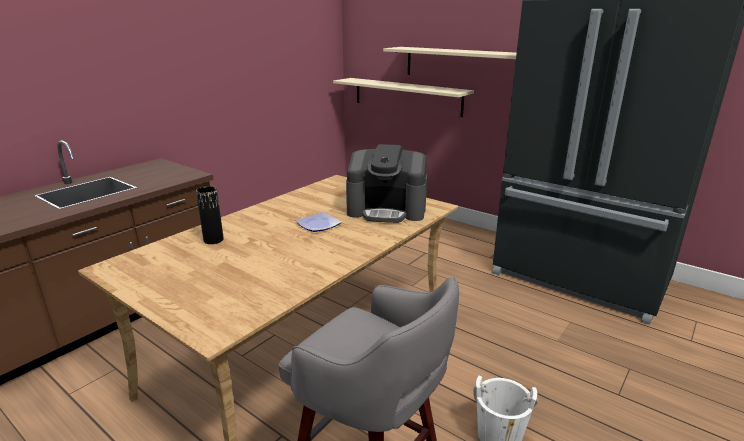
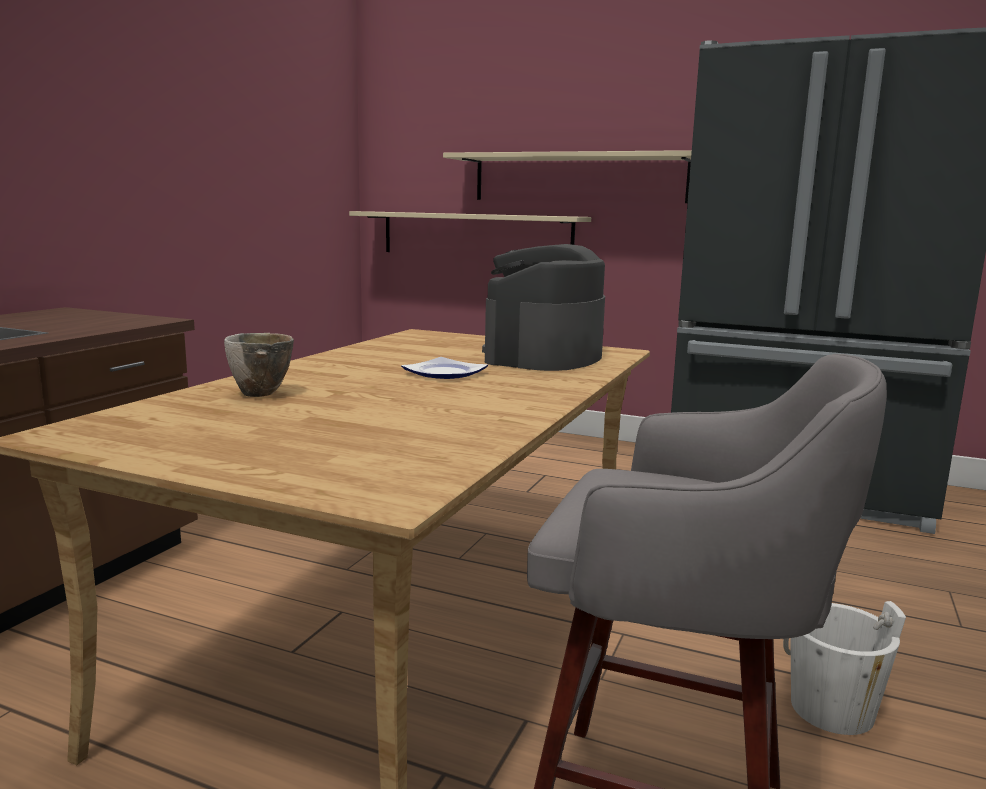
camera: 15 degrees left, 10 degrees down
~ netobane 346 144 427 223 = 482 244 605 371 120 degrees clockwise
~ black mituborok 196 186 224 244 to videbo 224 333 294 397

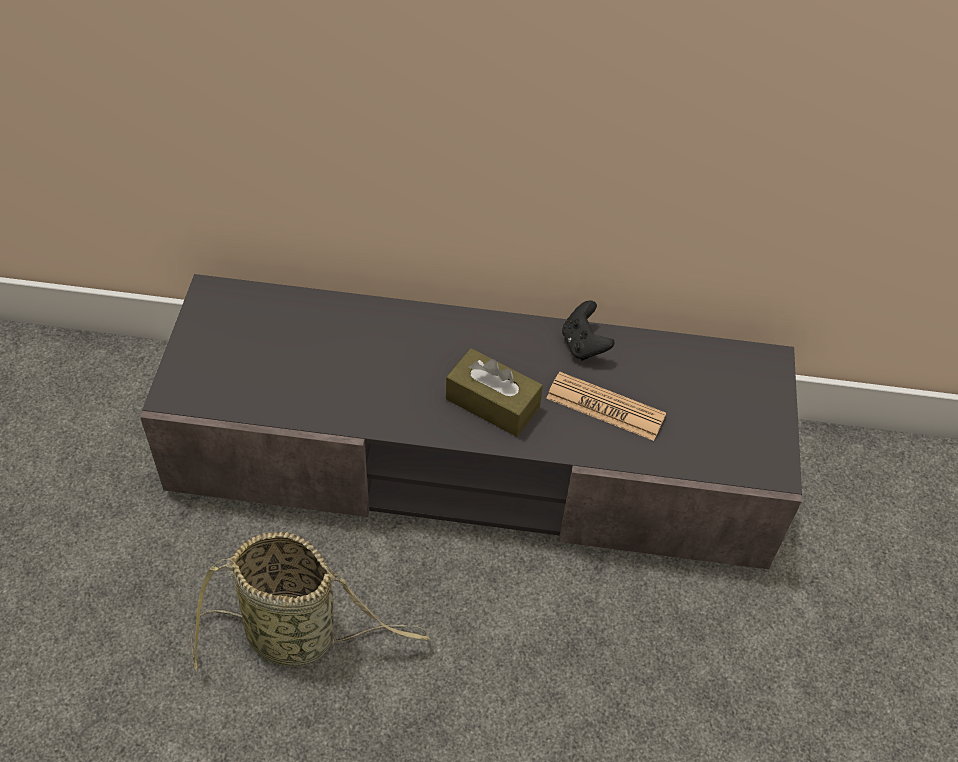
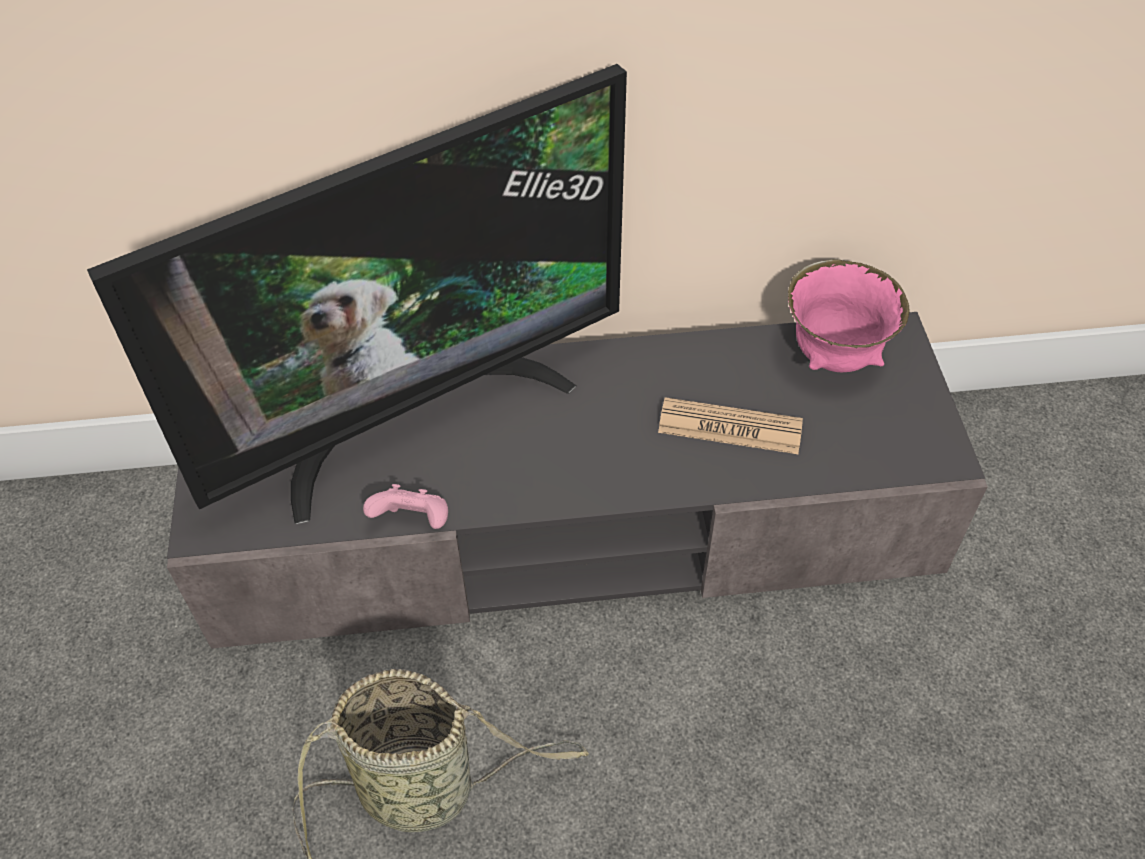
camera: 10 degrees left, 0 degrees up
- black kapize 562 300 615 361
- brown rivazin 446 348 543 437
+ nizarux 87 64 627 524
+ pink videbo 788 259 909 372
+ pink kapize 363 484 448 529

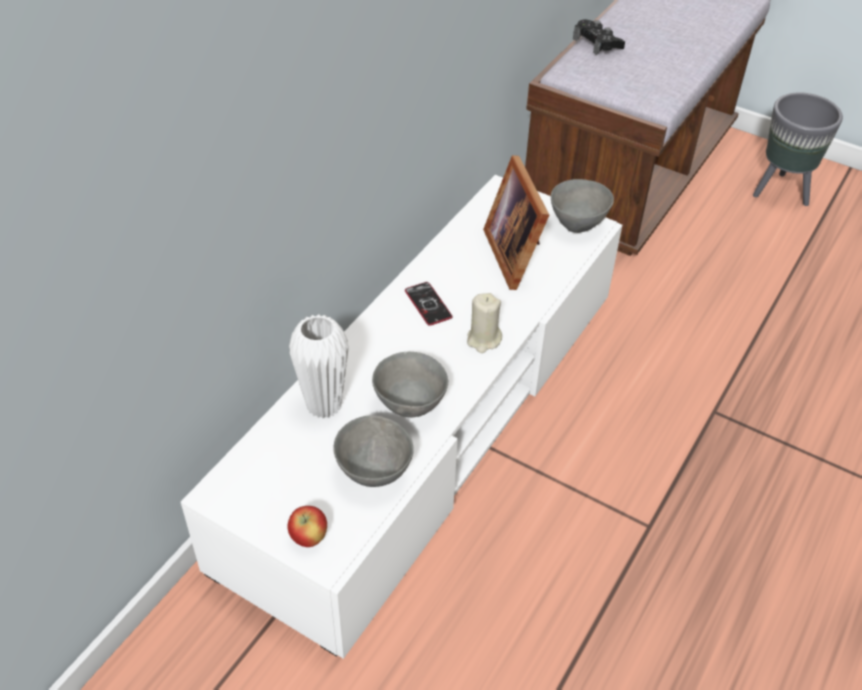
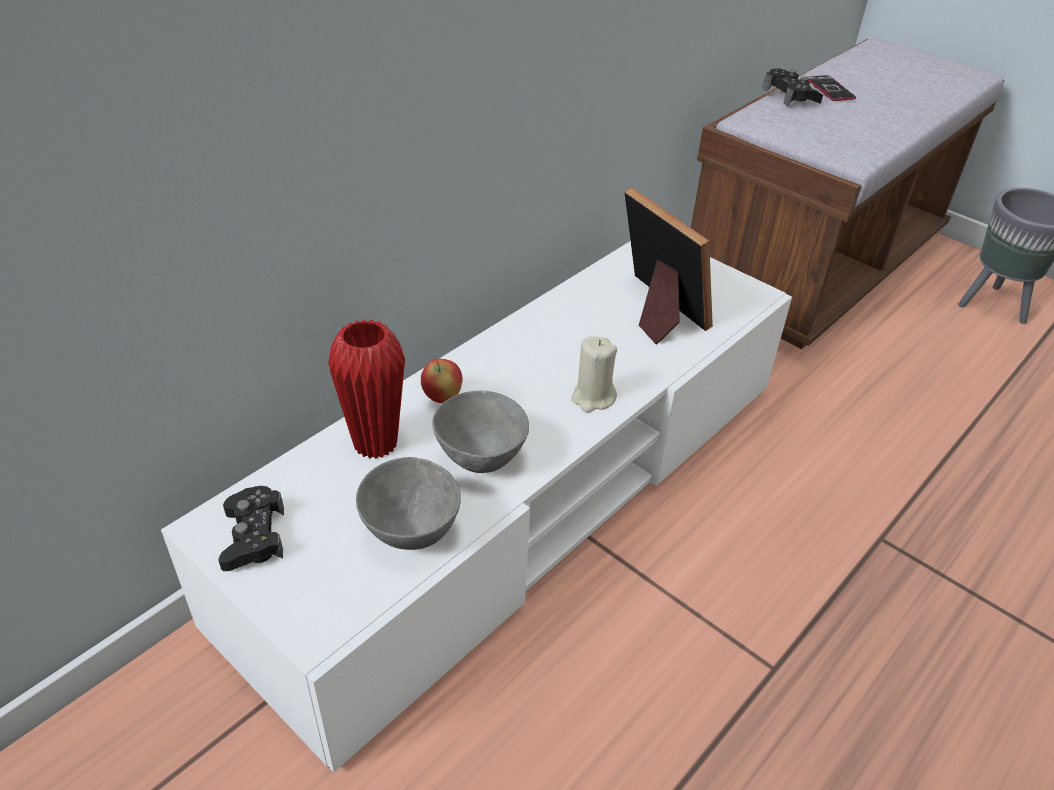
camera: 10 degrees right, 5 degrees down
~ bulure 483 155 549 290 = 624 187 713 345 150 degrees clockwise
- grey videbo 551 179 614 233
~ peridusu 405 282 452 326 to 807 75 856 101
~ white mituborok 289 314 349 418 to red mituborok 328 319 405 459
~ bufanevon 287 506 327 547 to 421 359 463 403
+ black kapize 218 486 284 571

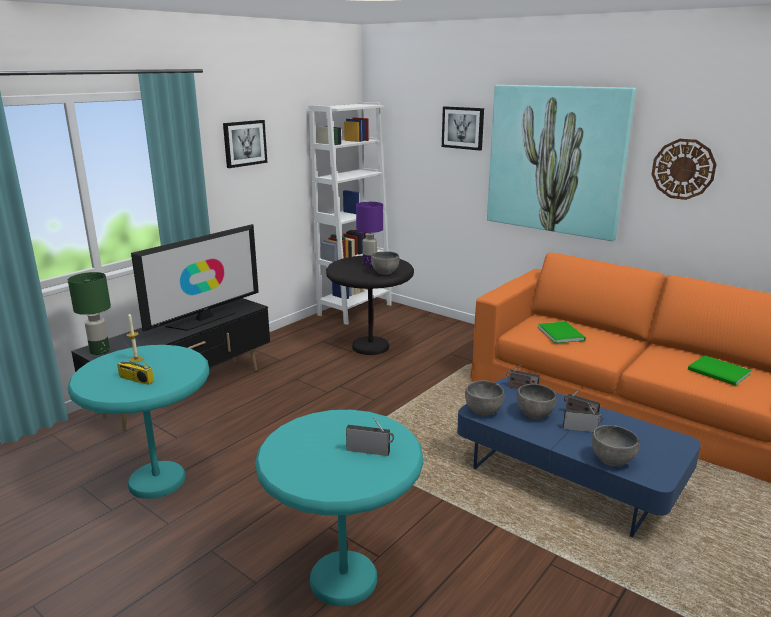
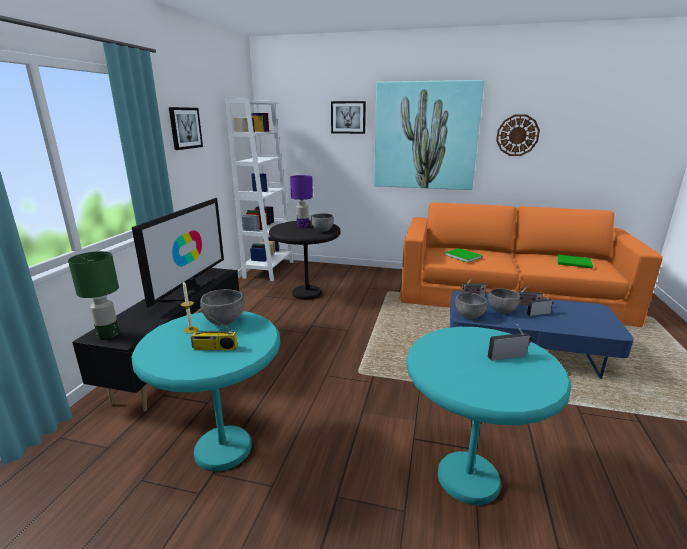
camera: 25 degrees left, 0 degrees up
~ grey videbo 592 425 640 466 to 200 289 245 326

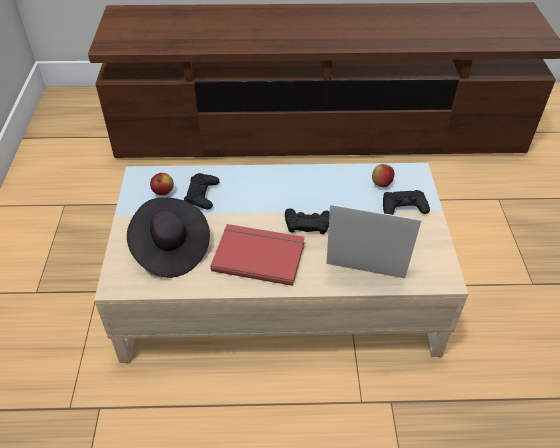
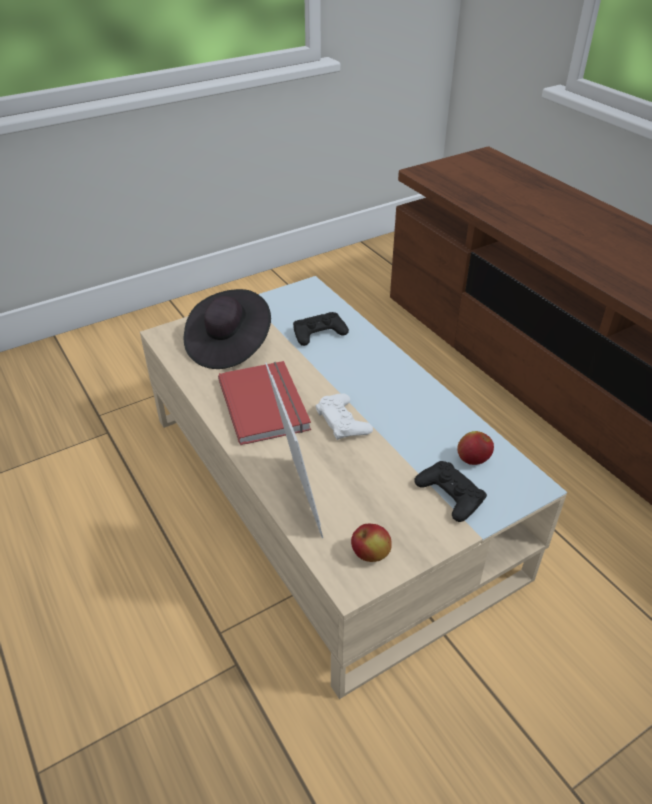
camera: 60 degrees right, 5 degrees down
~ bufanevon 150 173 174 196 to 351 524 392 562
~ black kapize 285 208 330 234 to white kapize 315 394 373 440

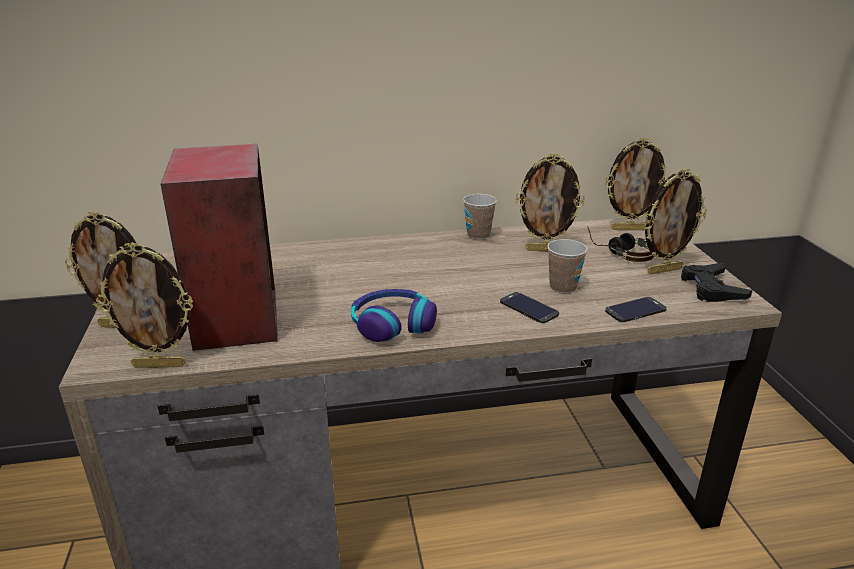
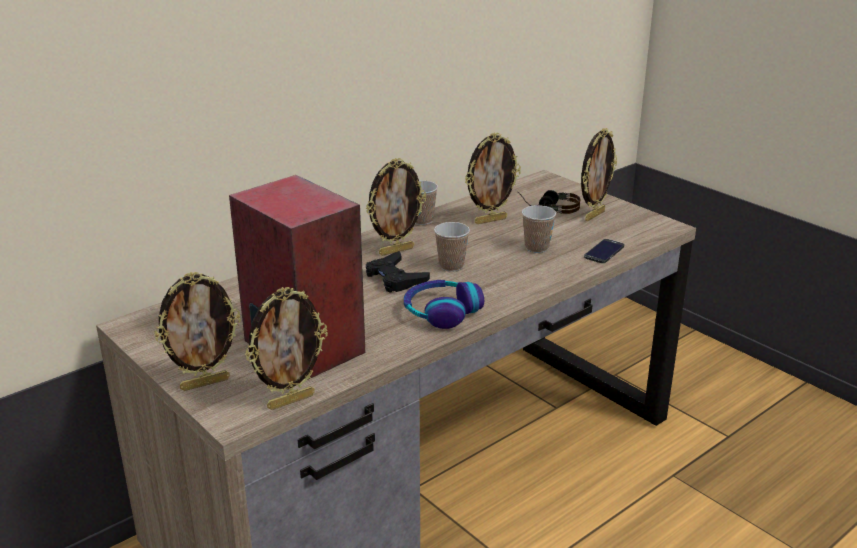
camera: 30 degrees left, 0 degrees up
~ bulure 605 137 669 230 to 366 158 426 256
~ black kapize 681 263 752 302 to 366 251 430 293
- peridusu 500 292 559 323
+ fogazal 434 222 470 272

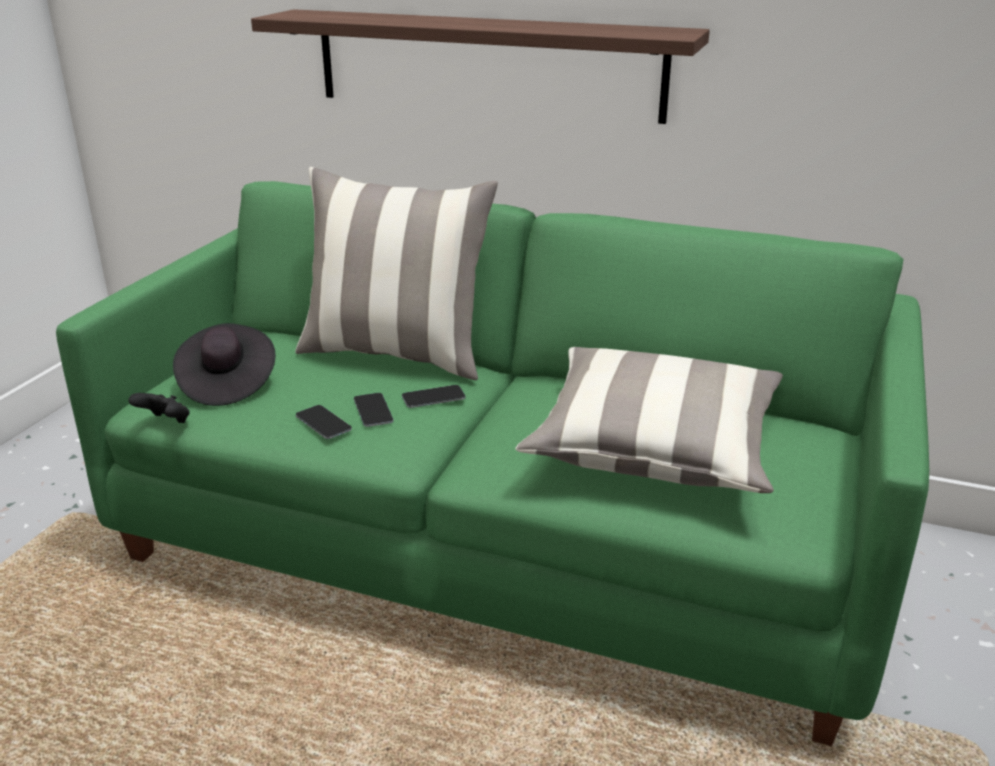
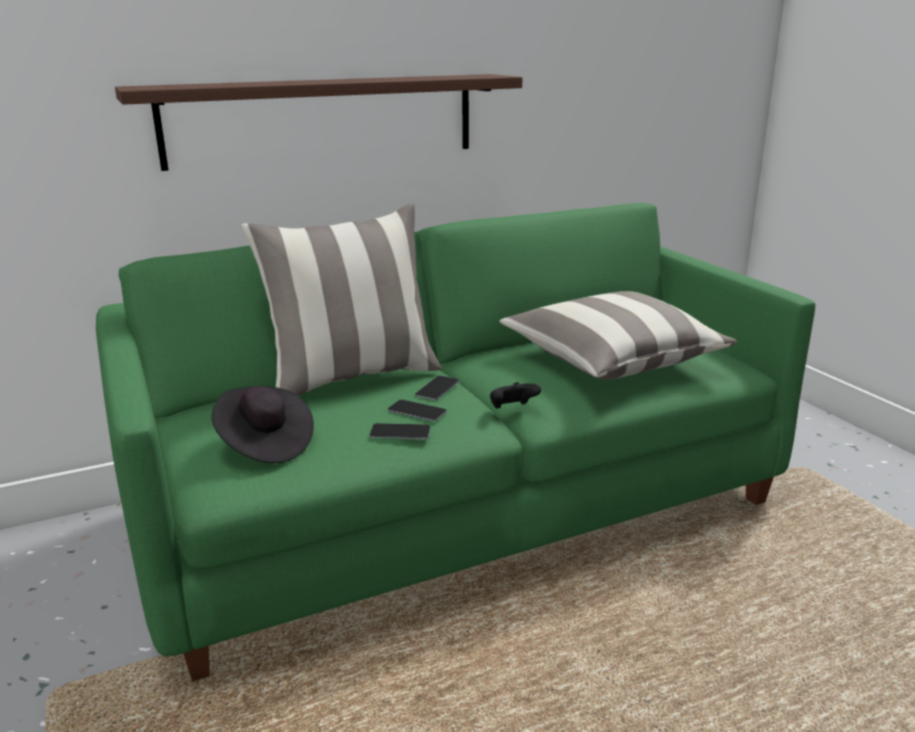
camera: 45 degrees left, 5 degrees down
~ black kapize 128 393 189 423 to 490 382 541 408

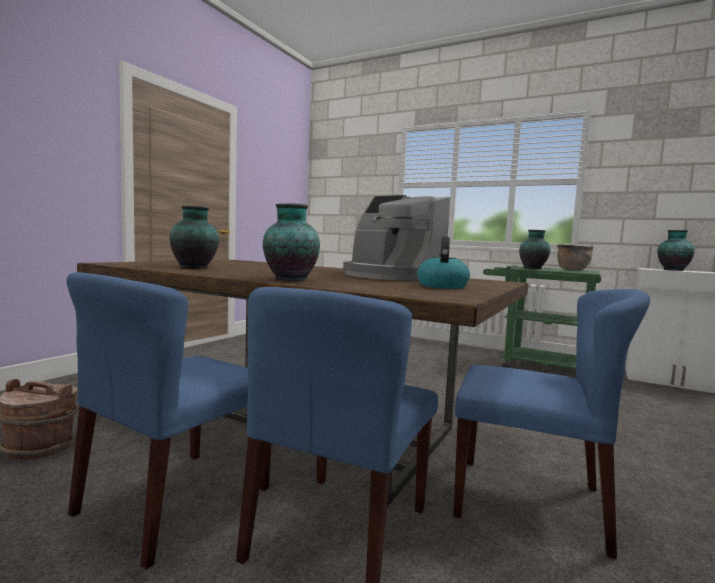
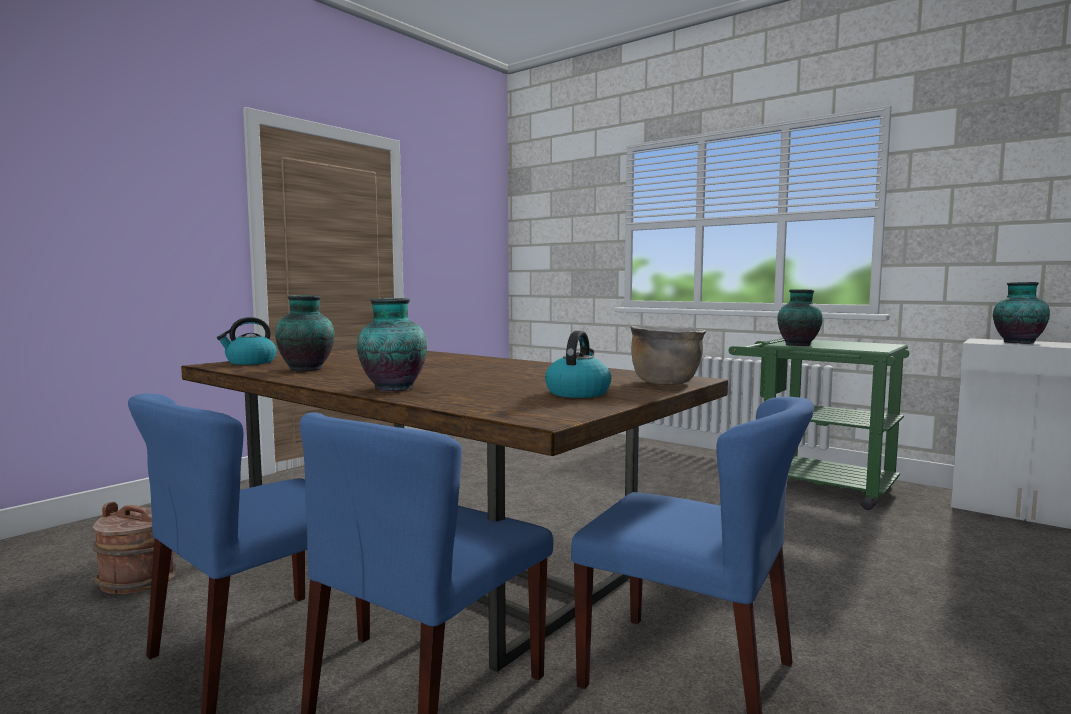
camera: 10 degrees right, 0 degrees up
- netobane 343 195 450 281
~ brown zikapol 557 244 593 270 to 631 326 706 385
+ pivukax 217 317 277 365

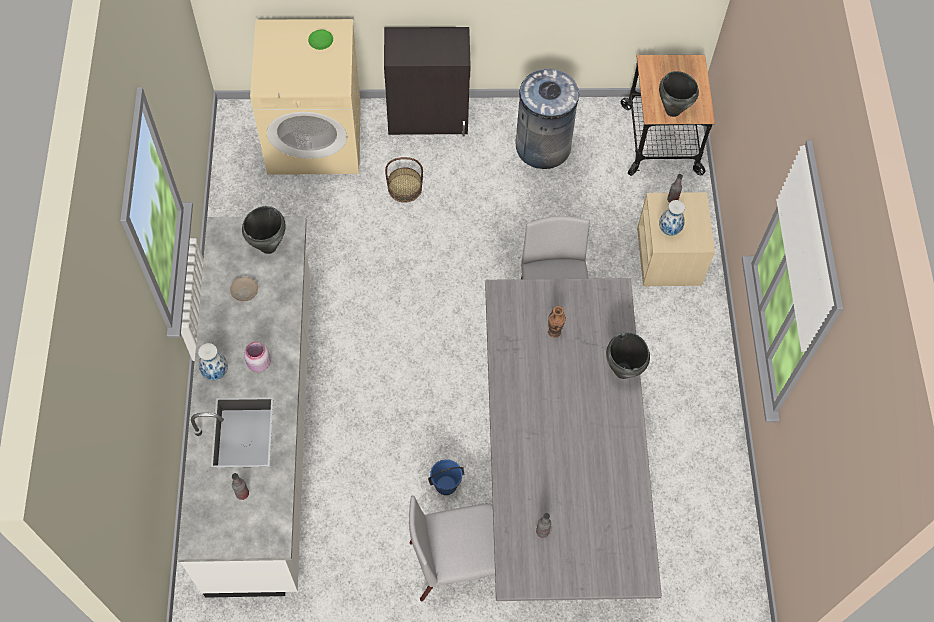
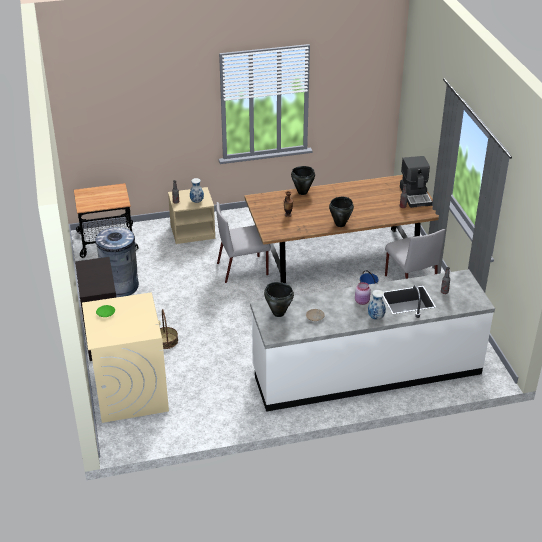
camera: 100 degrees left, 25 degrees down
~ black zikapol 659 71 699 117 to 329 197 354 227
~ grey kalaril 485 278 662 601 to brown kalaril 244 175 439 284
+ netobane 400 156 432 208

